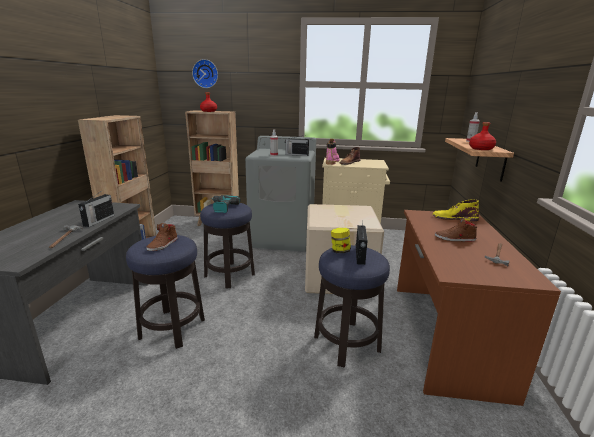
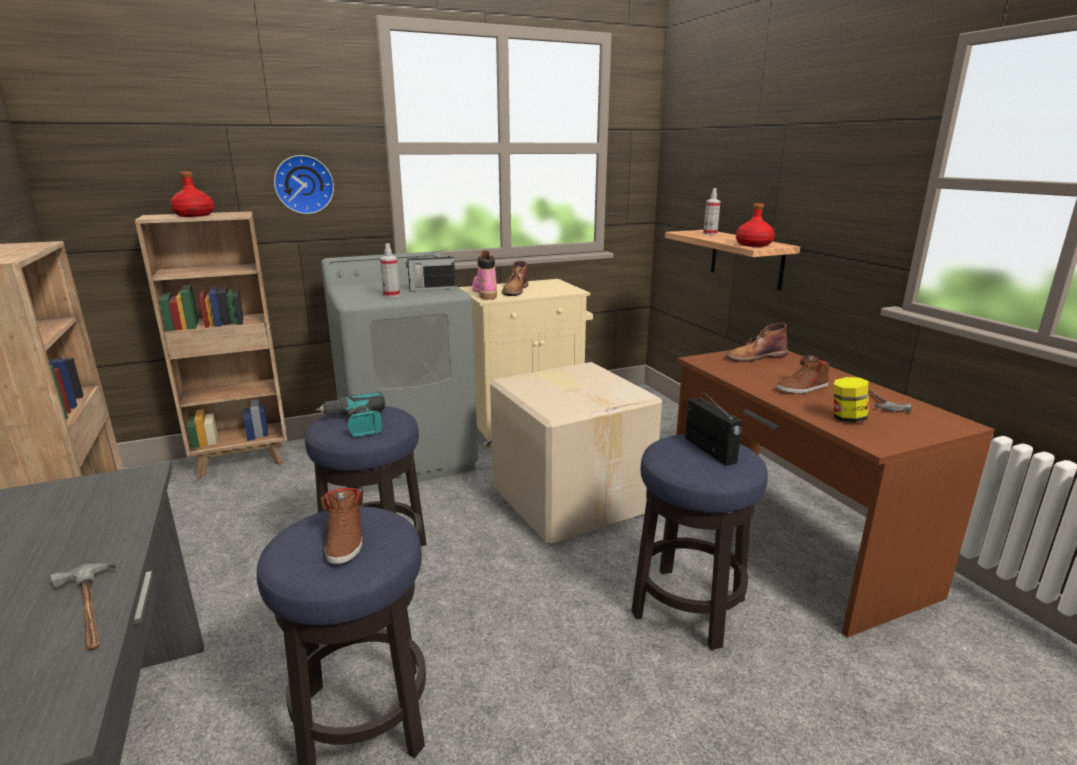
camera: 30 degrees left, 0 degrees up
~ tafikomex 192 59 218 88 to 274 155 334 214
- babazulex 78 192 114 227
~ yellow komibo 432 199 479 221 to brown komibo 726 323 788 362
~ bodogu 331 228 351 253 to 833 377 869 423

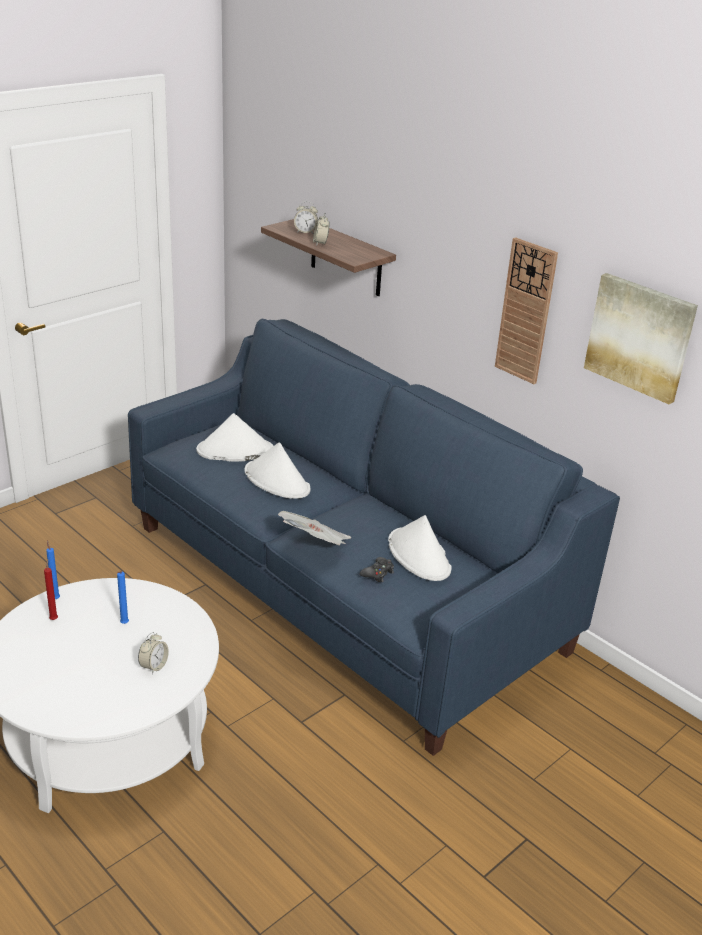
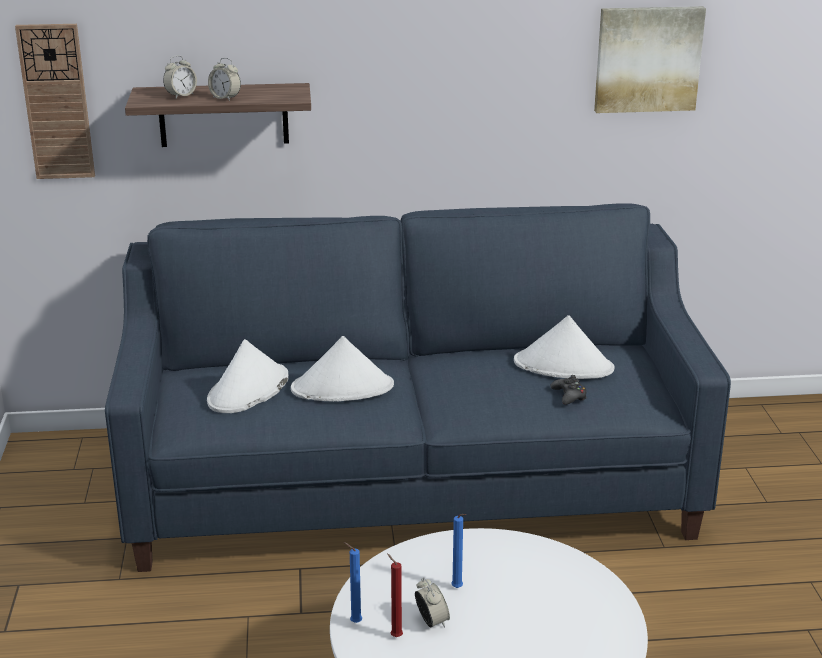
camera: 50 degrees left, 5 degrees down
~ tafikomex 495 237 558 384 to 15 24 95 179
- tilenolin 278 511 351 545
~ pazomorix 138 632 169 675 to 415 577 450 627

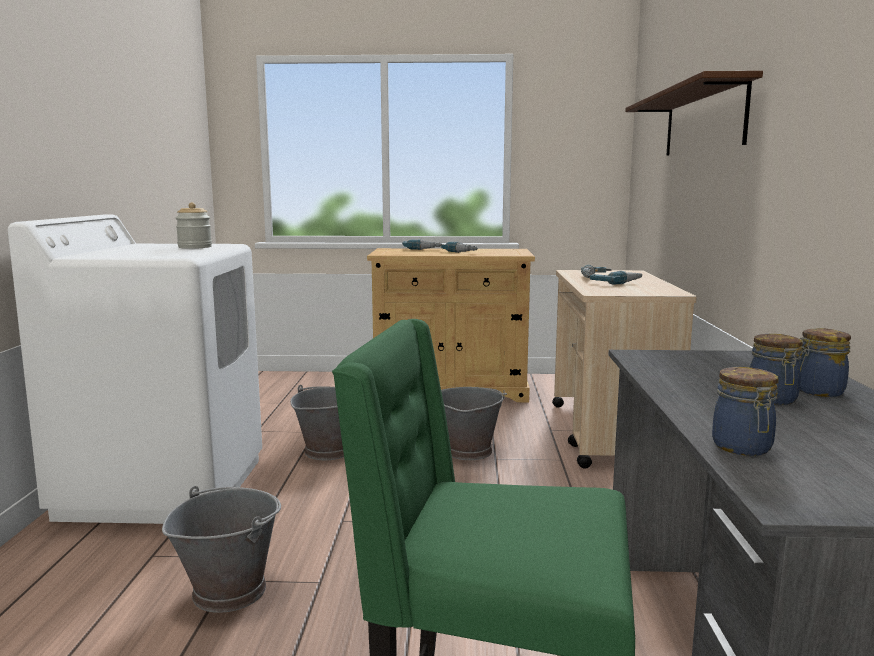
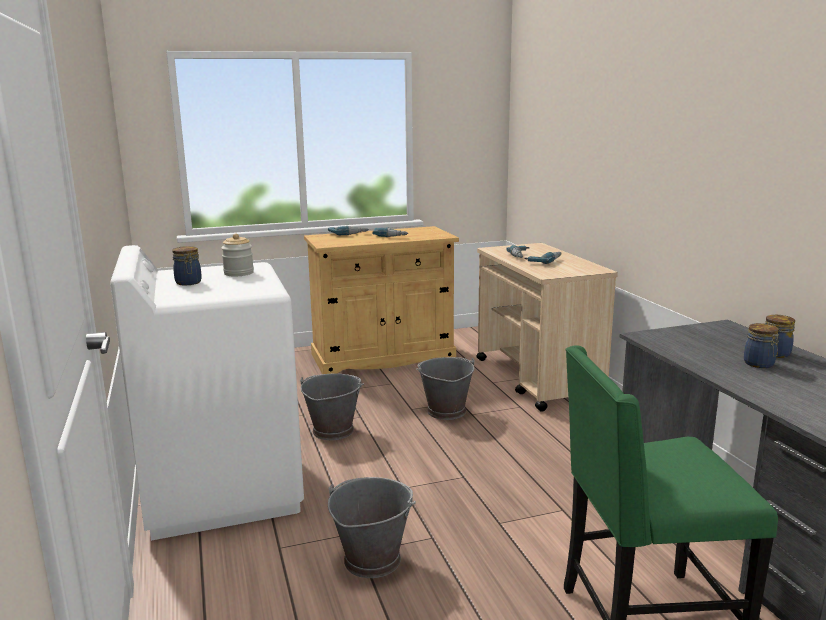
camera: 20 degrees left, 5 degrees up
- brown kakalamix 625 71 763 156
~ bodogu 712 367 778 456 to 172 246 202 285

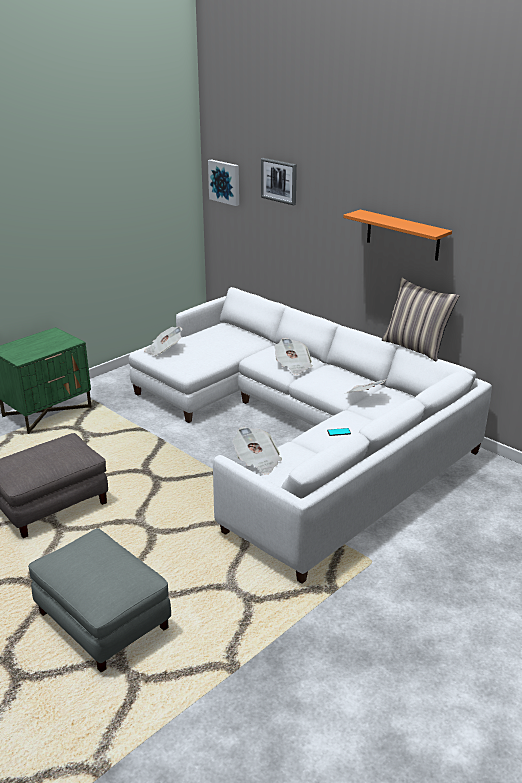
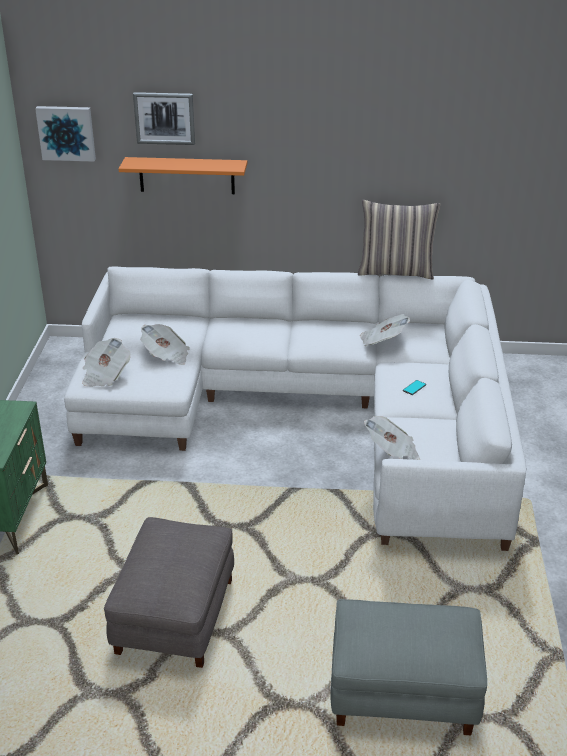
camera: 40 degrees left, 5 degrees up
~ orange kakalamix 343 210 452 261 to 119 157 247 194
~ tilenolin 274 338 313 375 to 140 324 190 365

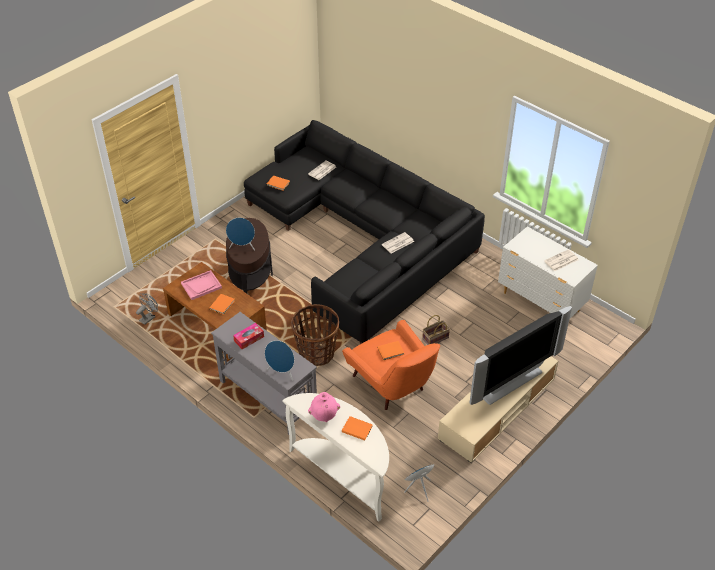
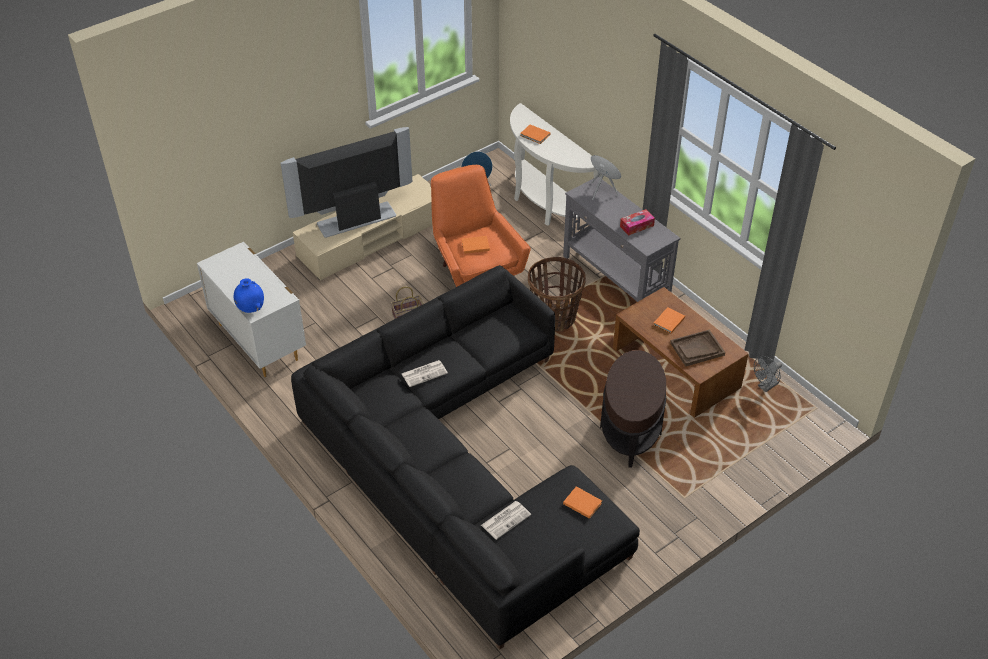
camera: 170 degrees left, 0 degrees up
- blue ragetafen 226 218 255 251
- tilenolin 544 249 578 271
~ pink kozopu 181 270 222 300 to brown kozopu 670 329 725 366
- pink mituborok 308 392 340 422
+ blue mituborok 234 278 264 313

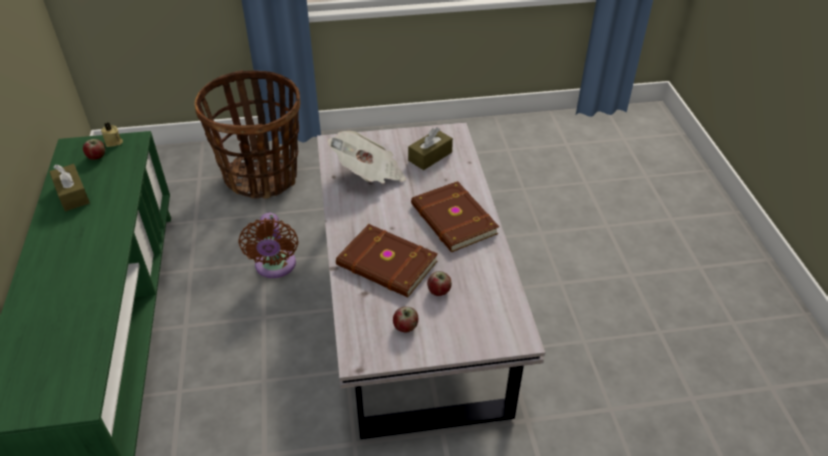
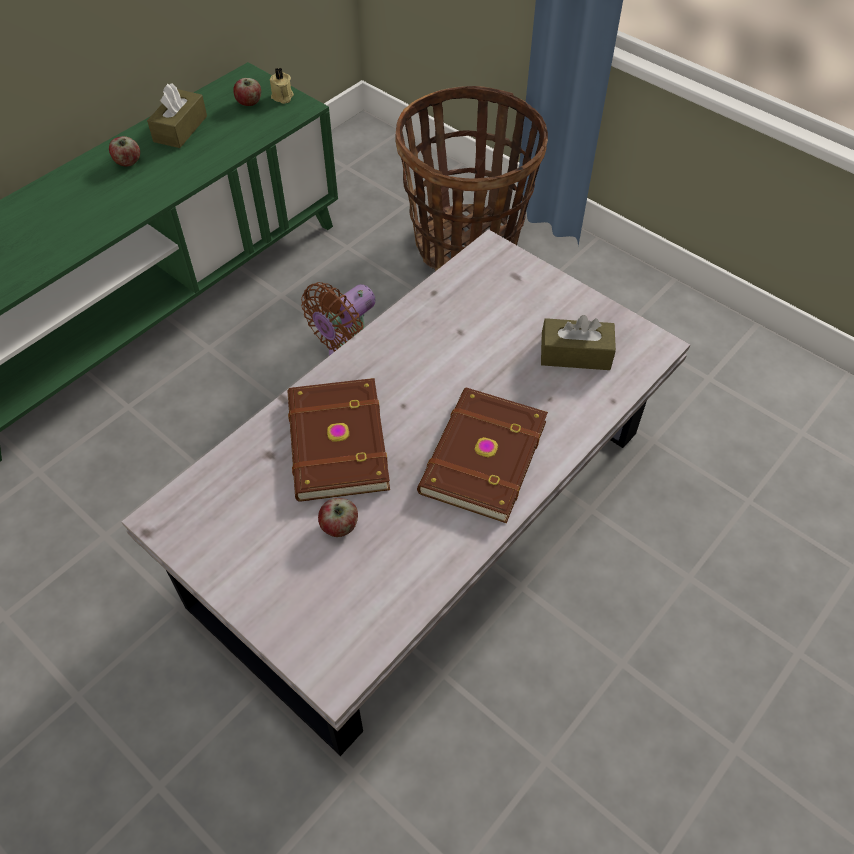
camera: 50 degrees right, 10 degrees up
- tilenolin 328 131 406 184
~ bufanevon 393 307 418 332 to 109 136 140 167

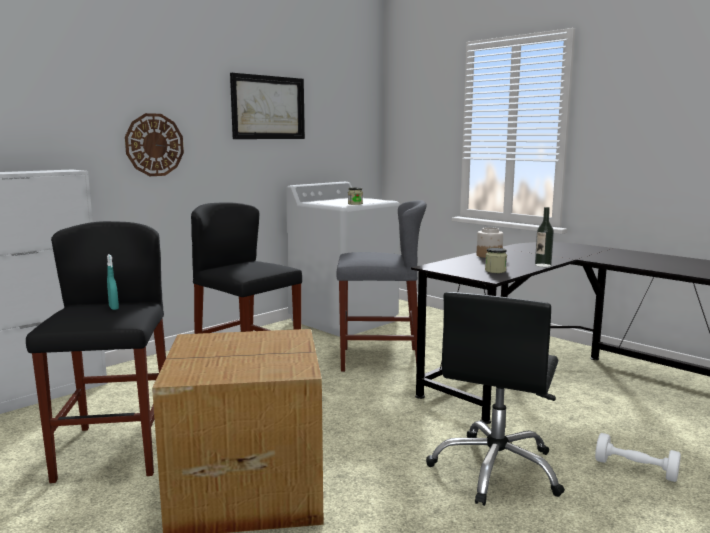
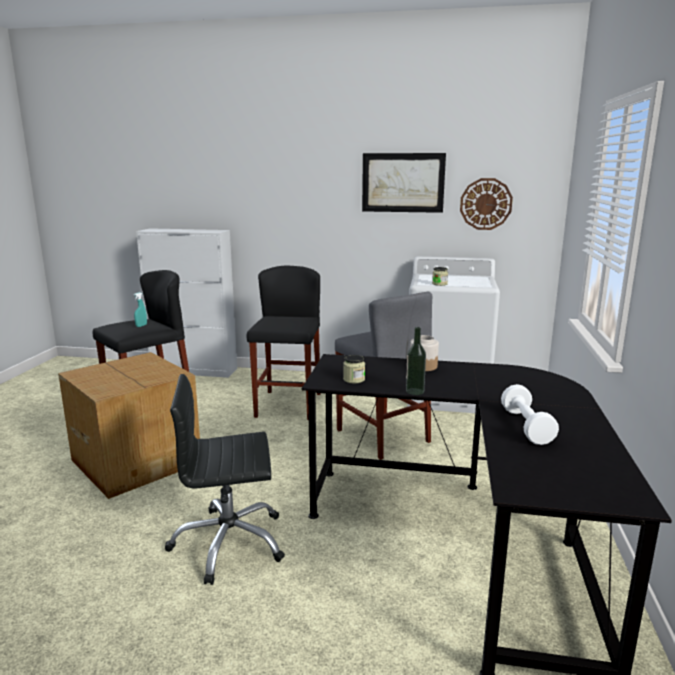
camera: 55 degrees right, 5 degrees up
~ tafikomex 125 113 184 176 to 460 178 513 230
~ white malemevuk 595 433 681 482 to 501 384 559 445

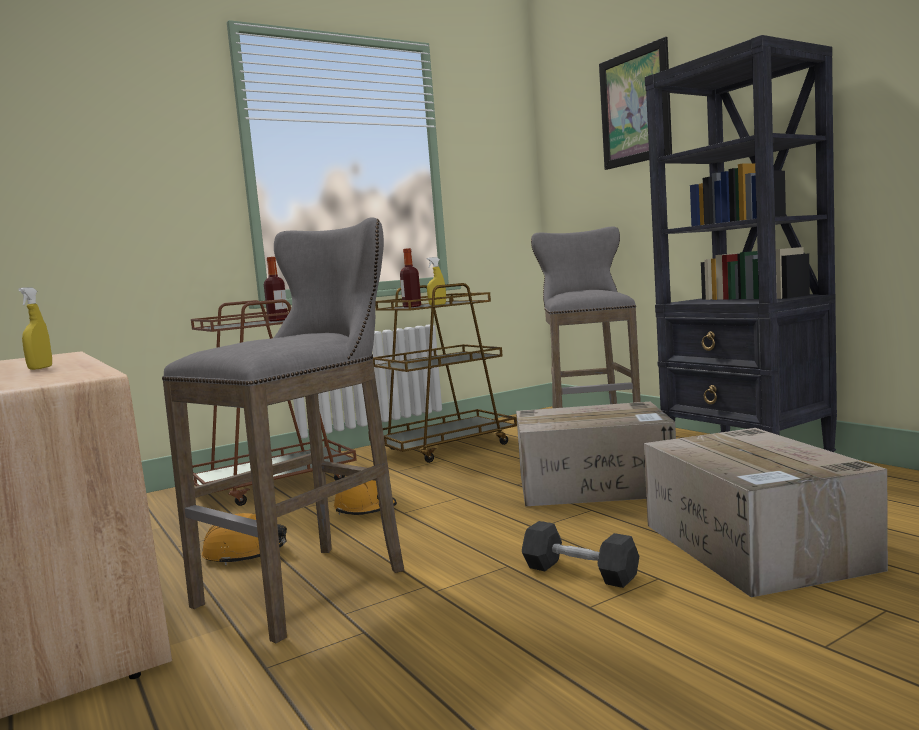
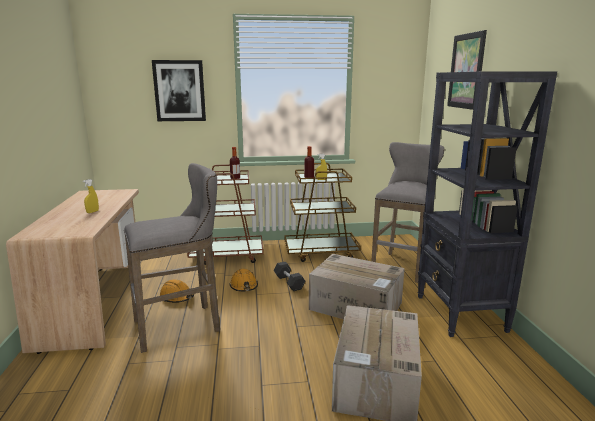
camera: 25 degrees right, 10 degrees up
~ black malemevuk 522 521 639 588 to 274 262 306 291
+ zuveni 152 60 206 121

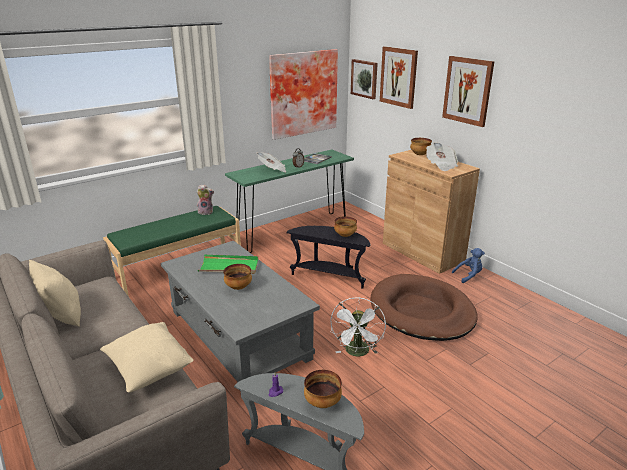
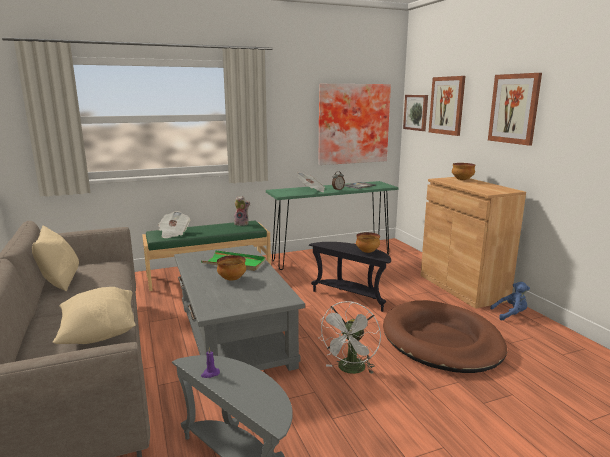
camera: 15 degrees right, 10 degrees down
~ tilenolin 426 142 458 171 to 158 211 190 238
- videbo 304 370 342 408

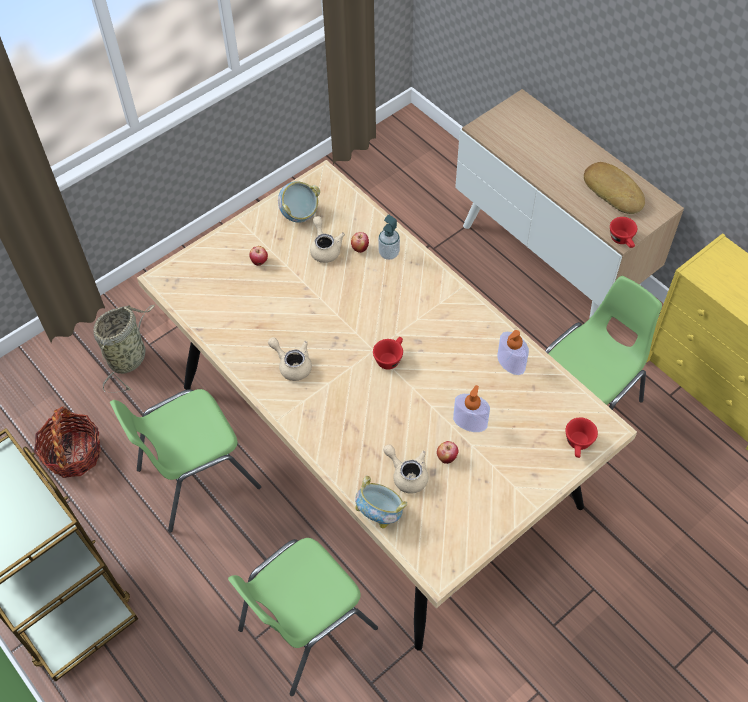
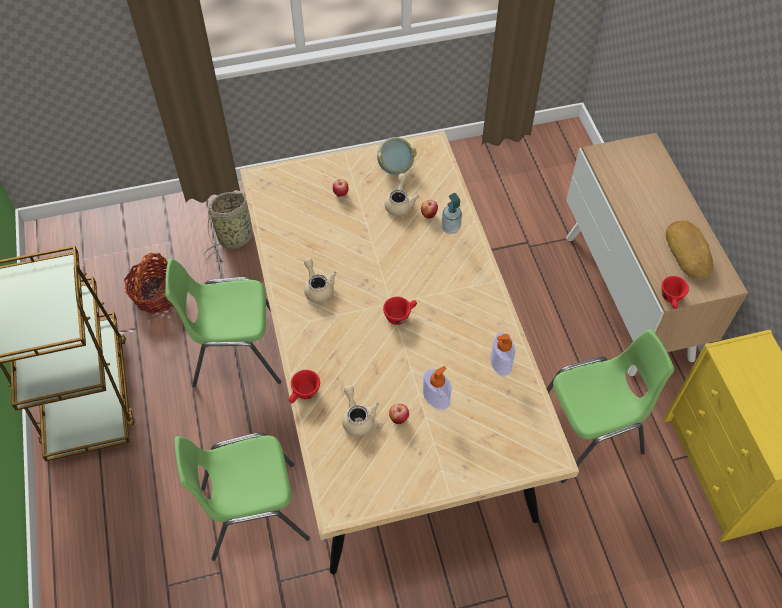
camera: 25 degrees right, 0 degrees up
~ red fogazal 565 418 598 458 to 289 370 320 403
- videbo 355 476 407 529

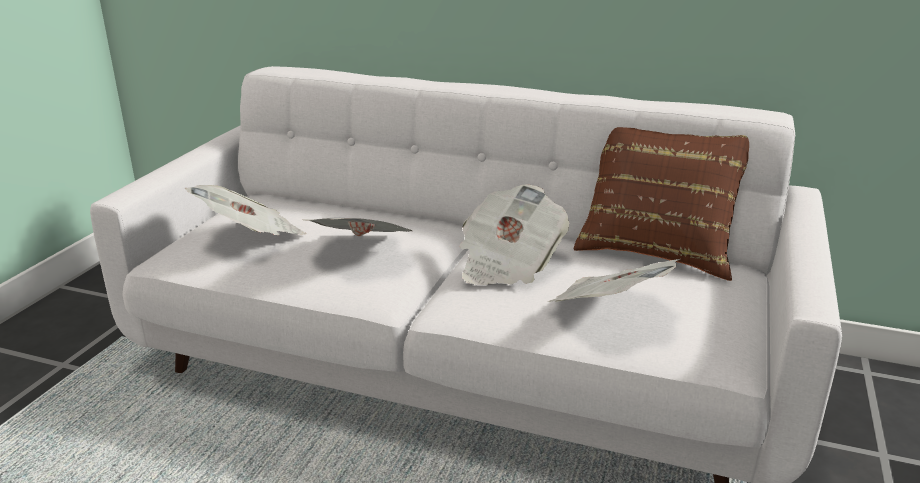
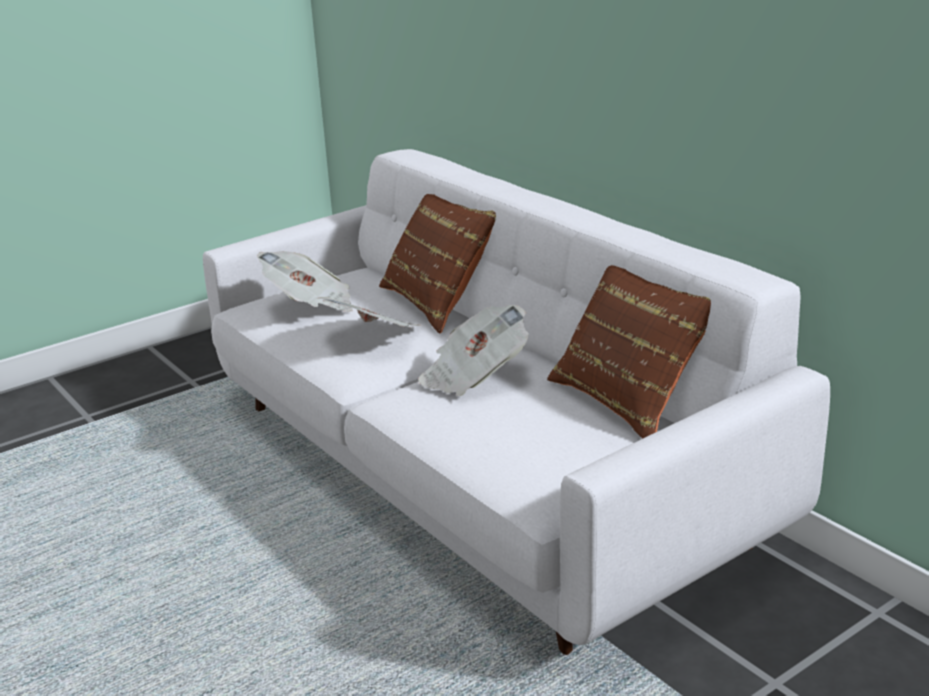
camera: 35 degrees right, 0 degrees up
- tilenolin 548 259 680 302
+ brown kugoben 379 194 496 334

